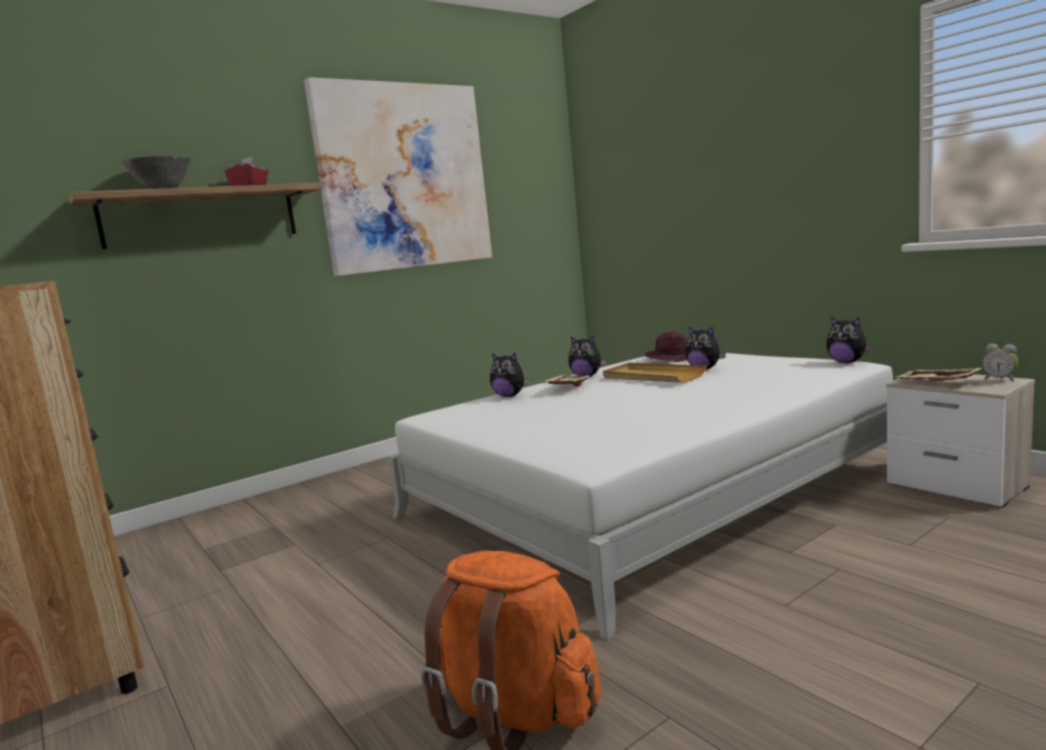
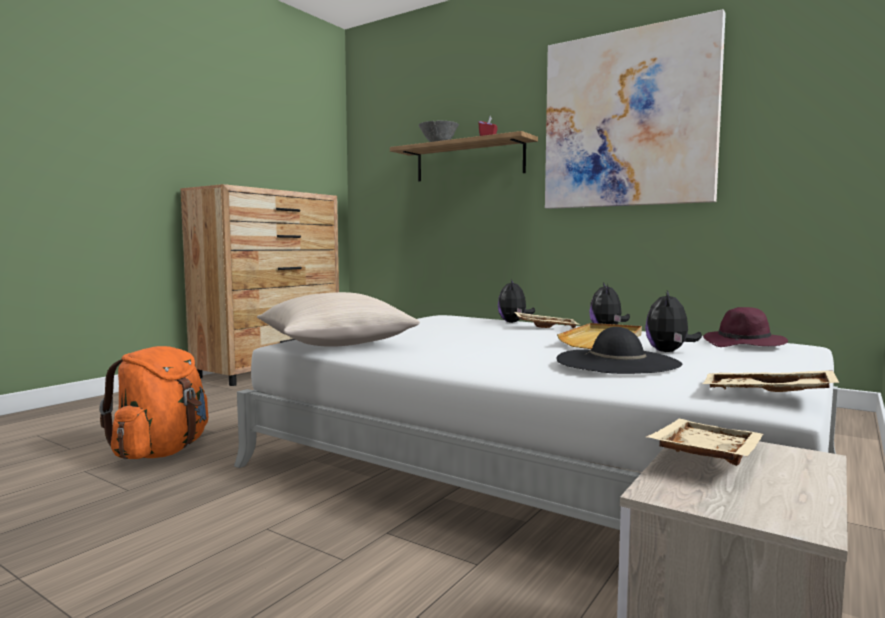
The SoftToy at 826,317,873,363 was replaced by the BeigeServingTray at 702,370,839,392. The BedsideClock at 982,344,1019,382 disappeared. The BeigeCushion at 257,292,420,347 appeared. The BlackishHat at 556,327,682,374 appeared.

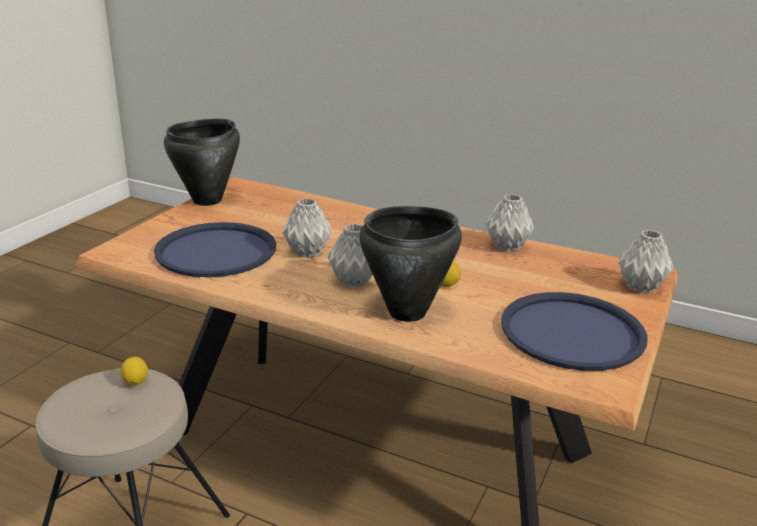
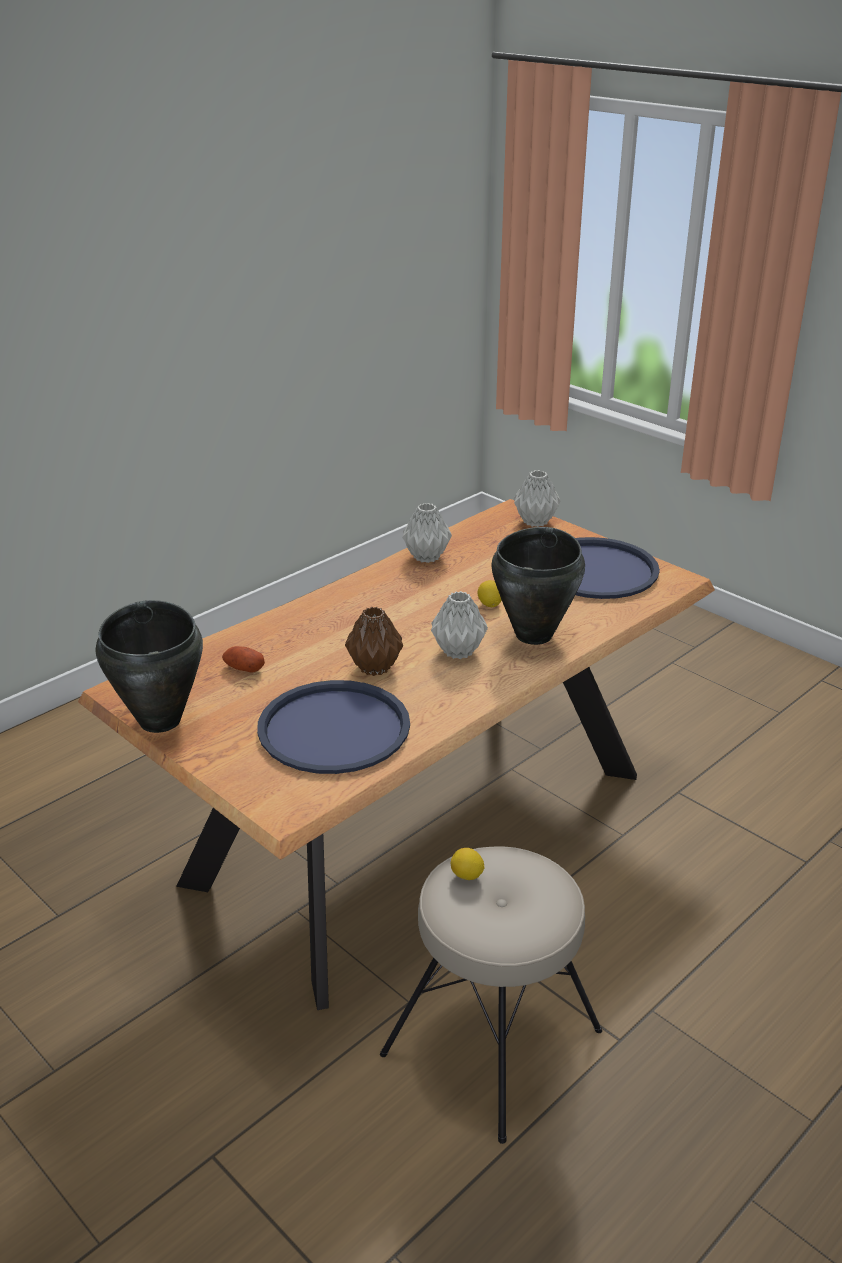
The GreyDecorativeVase at 283,198,332,258 became the BrownishDecorativeVase at 345,607,403,676. The Spud at 222,646,265,673 appeared.

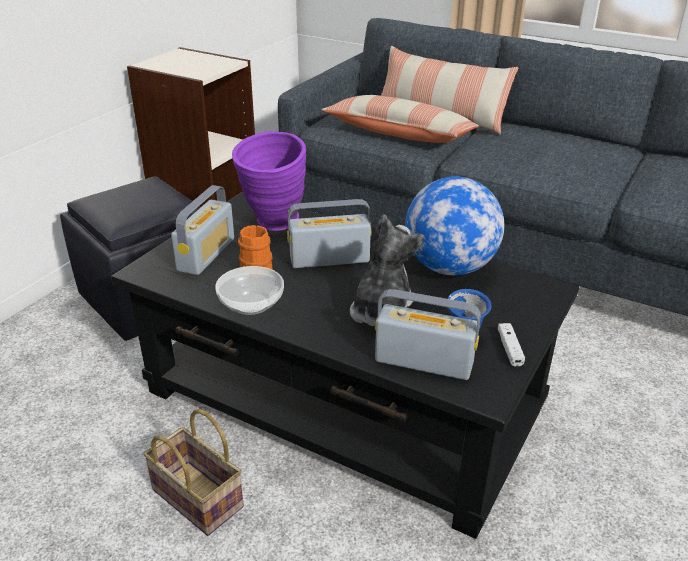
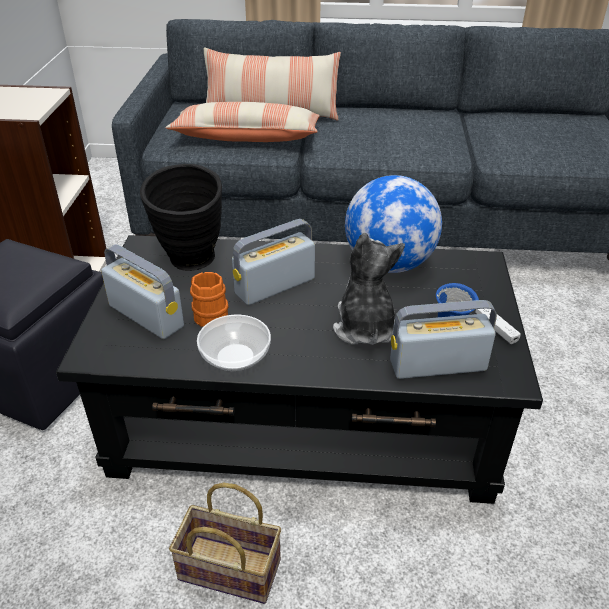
The PurpleDecorativeVase at 232,132,306,231 became the BlackishDecorativeVase at 140,164,222,271. The RadioReceiver at 171,185,234,275 turned 45 degrees counterclockwise.

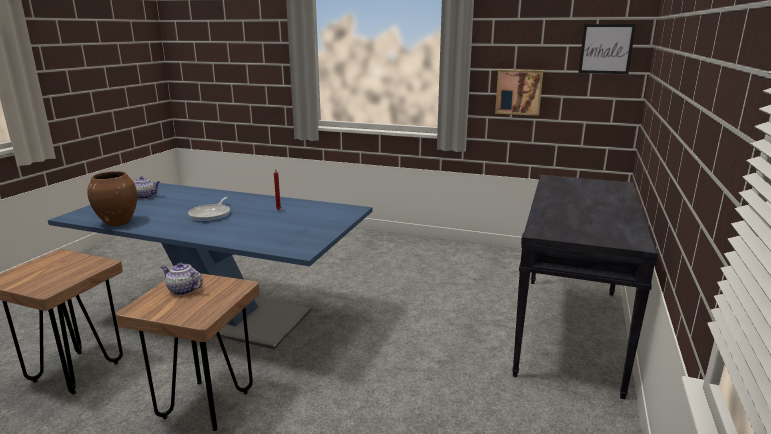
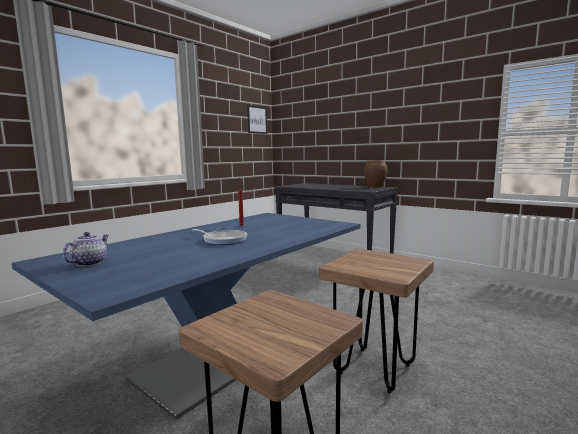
The WallArt at 495,70,543,116 disappeared. The BrownishDecorativeVase moved from 87,171,137,226 to 364,160,388,187. The Teapot at 161,262,203,295 disappeared.

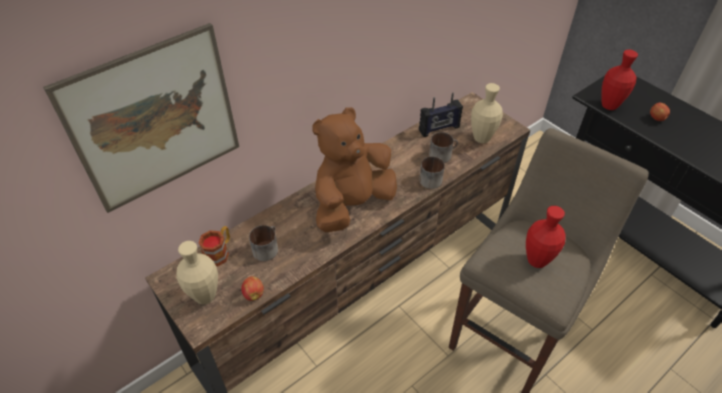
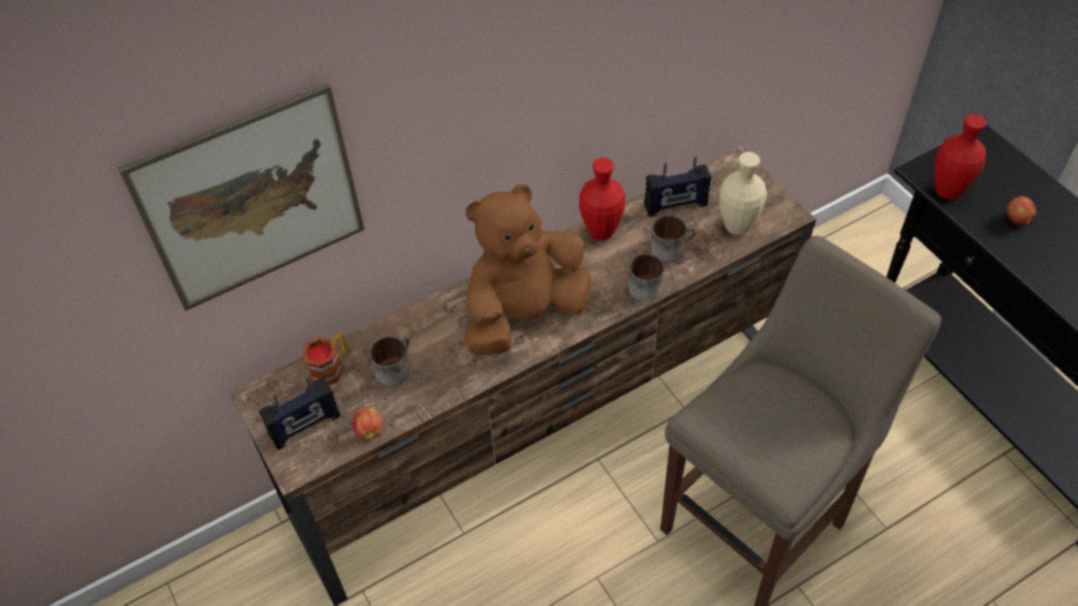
The RedDecorativeVase moved from 526,206,565,268 to 579,158,625,241. The BeigeDecorativeVase at 176,241,218,304 was replaced by the RadioReceiver at 259,377,340,450.

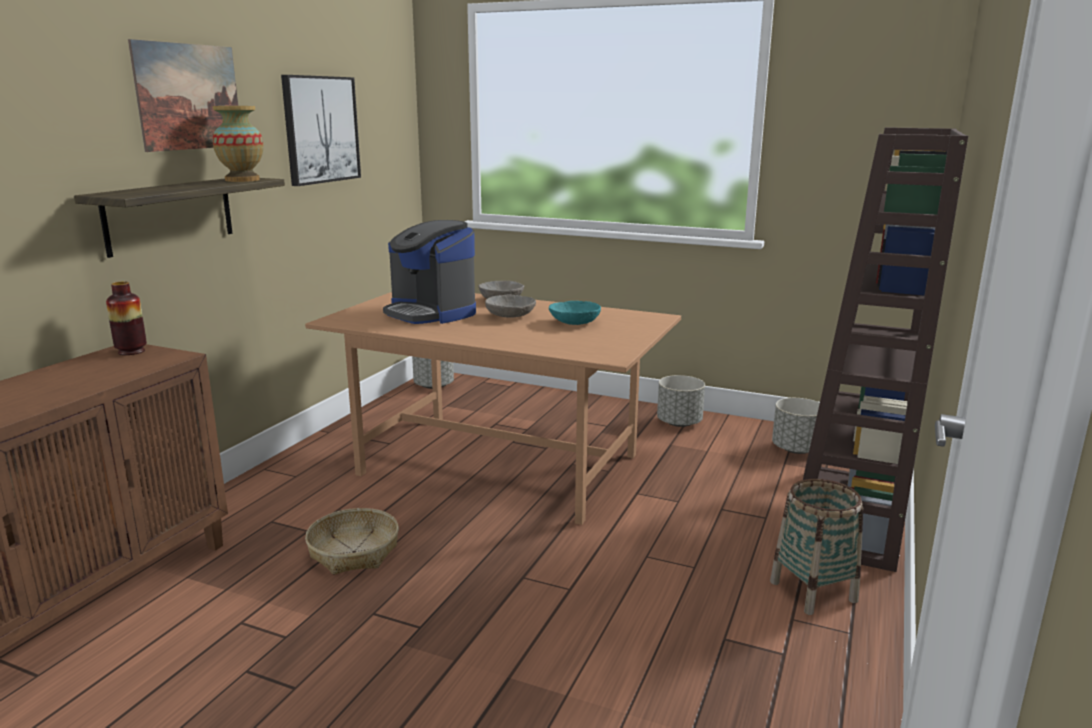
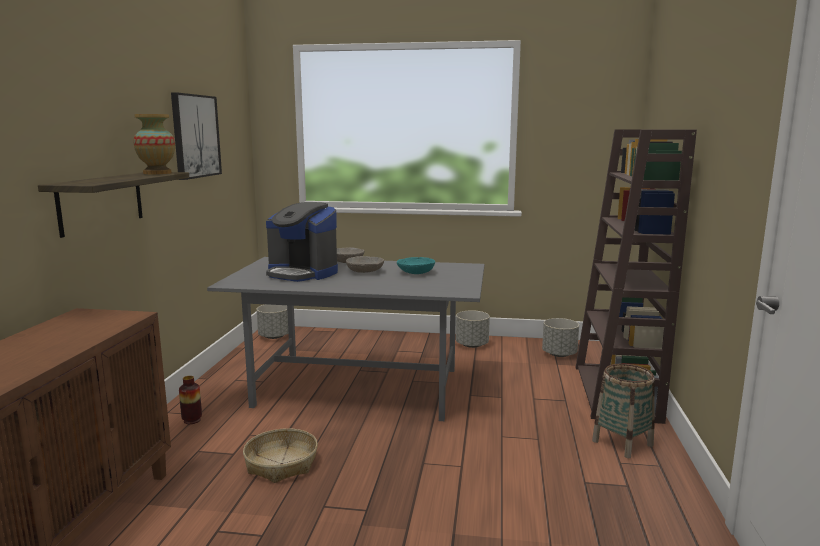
The WallArt at 128,39,238,152 disappeared. The DecorativeVase moved from 106,281,147,355 to 179,376,202,424. The BrownishDinnerTable at 305,292,681,525 became the GreyDinnerTable at 207,257,484,421.

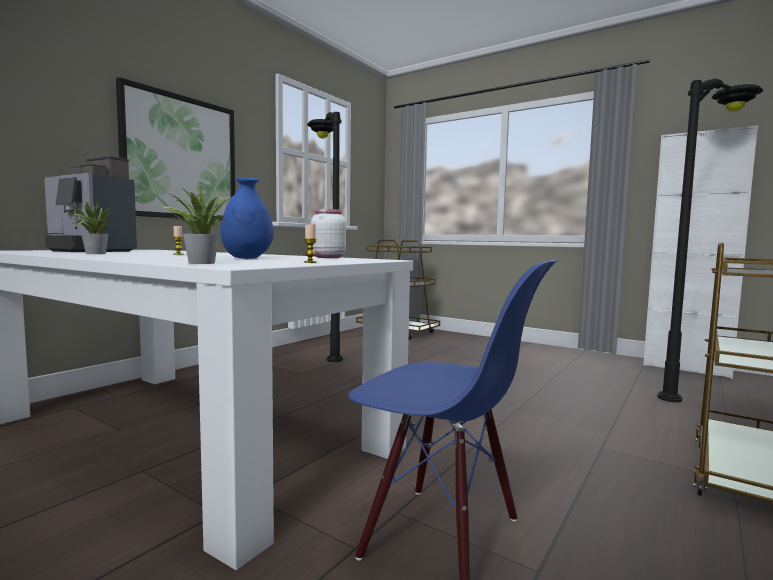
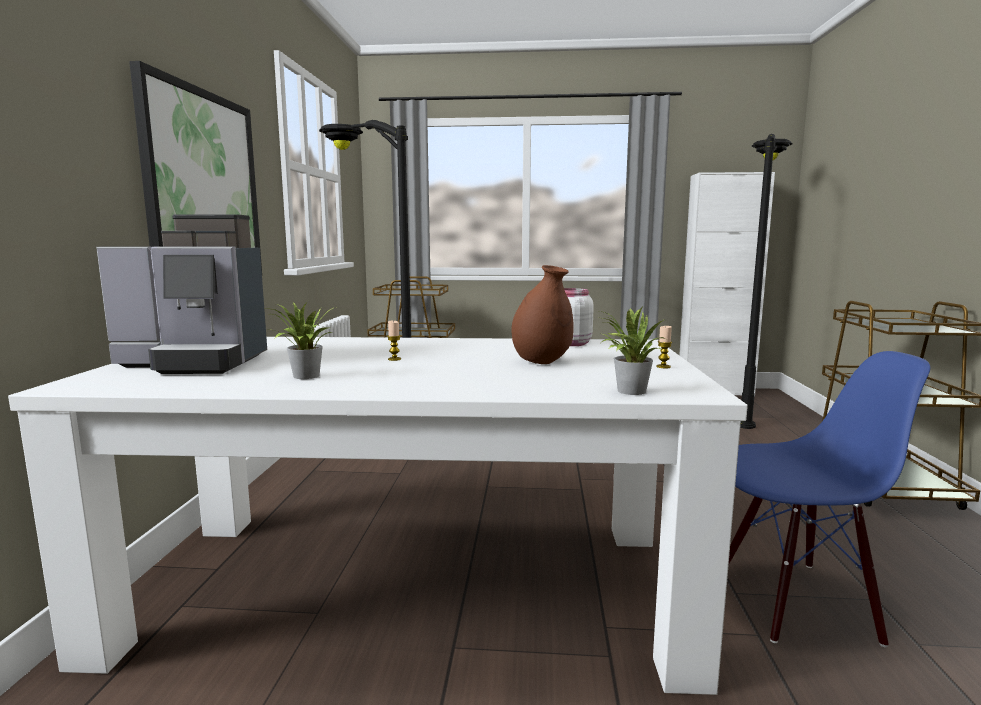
The BlueColouredDecorativeVase at 220,177,274,259 became the BrownishDecorativeVase at 511,265,574,364.

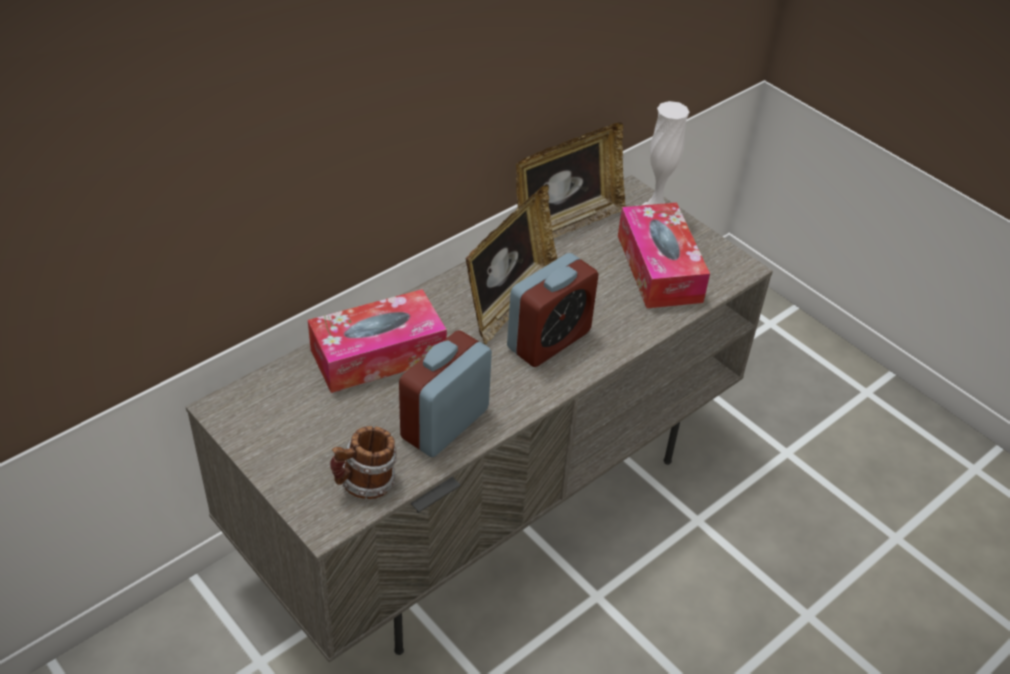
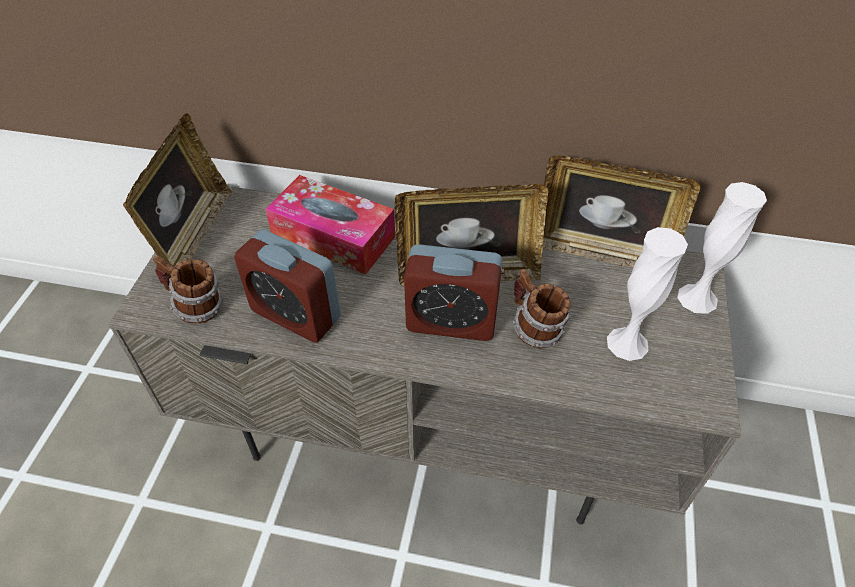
The BoxOfTissues at 618,203,710,308 was replaced by the WhiteDecorativeVase at 607,227,688,361. The BedsideClock at 399,330,492,457 turned 150 degrees counterclockwise. The PictureFrame at 123,113,232,266 appeared. The Mug at 513,269,571,348 appeared.

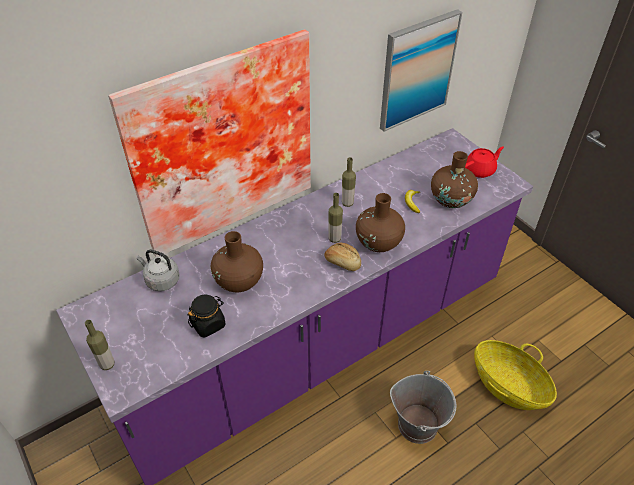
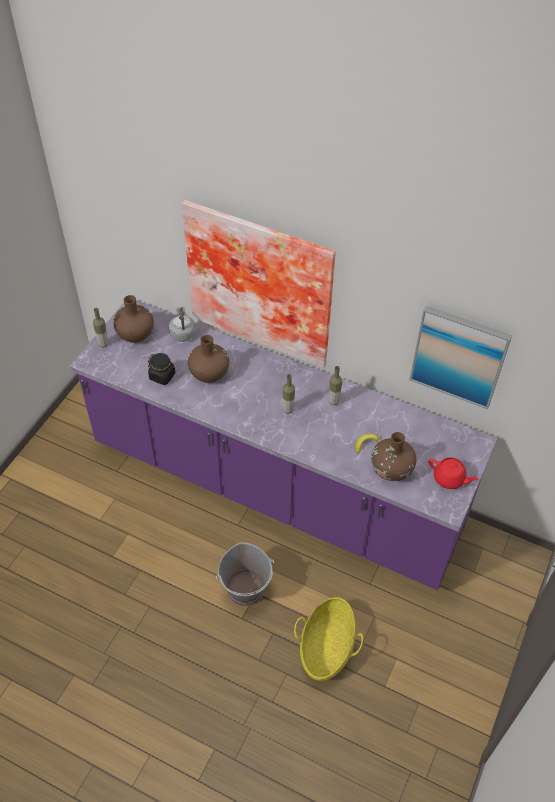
The BrownishDecorativeVase moved from 356,193,405,252 to 113,295,154,343. The BakedBread at 324,243,361,271 disappeared.

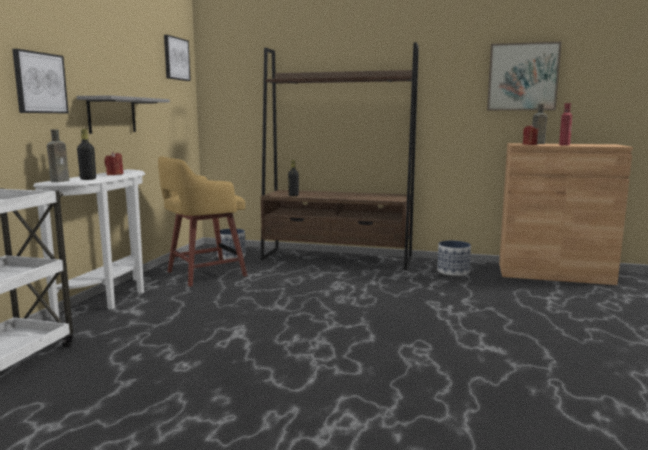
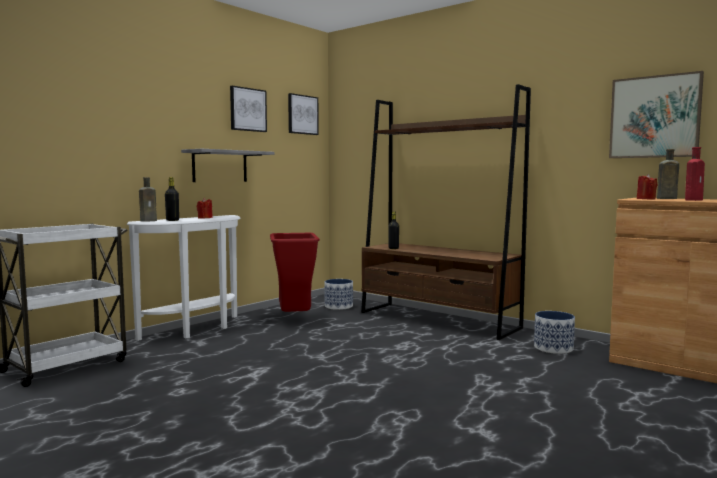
The WallArt moved from 12,49,69,113 to 230,86,267,132. The YellowColouredStoolSeat at 158,156,247,287 was replaced by the RedTrashCan at 270,233,320,312.

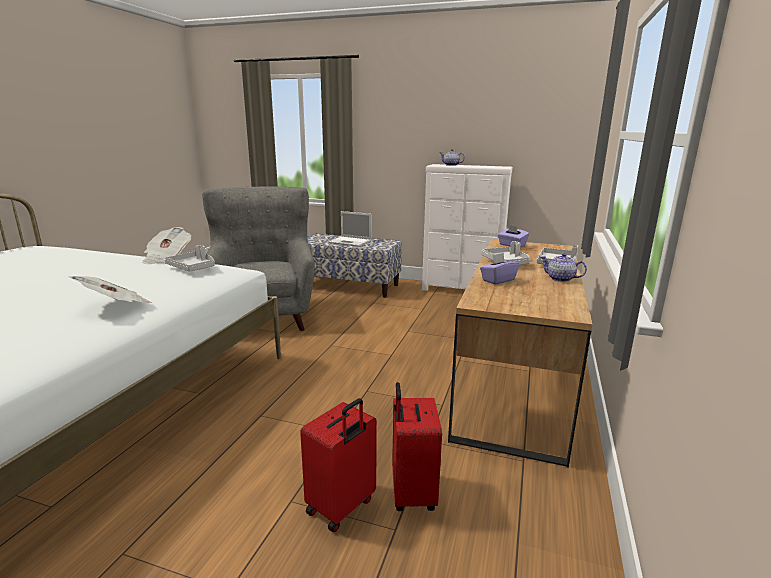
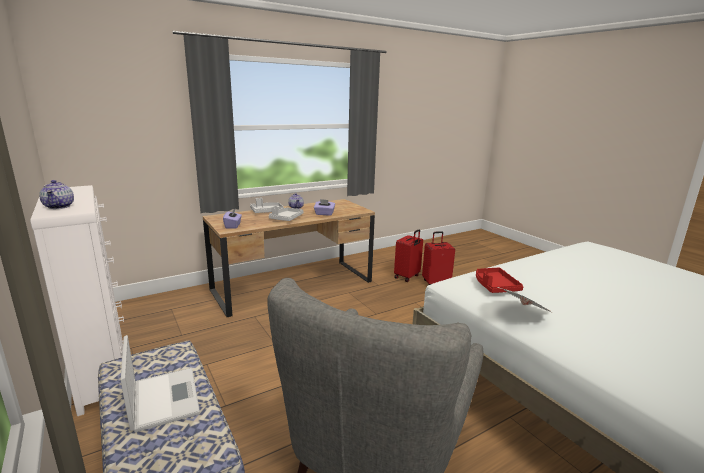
The GreyServingTray at 165,245,215,272 became the RedServingTray at 476,268,523,293. The DailyPaper at 68,276,153,303 disappeared.

